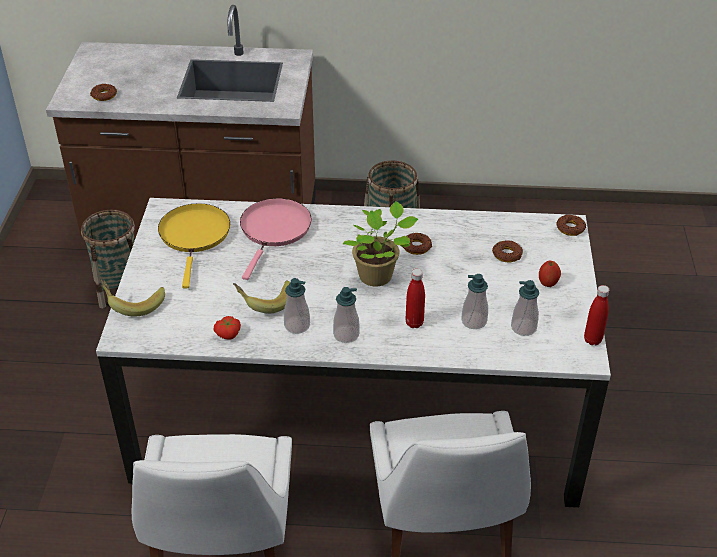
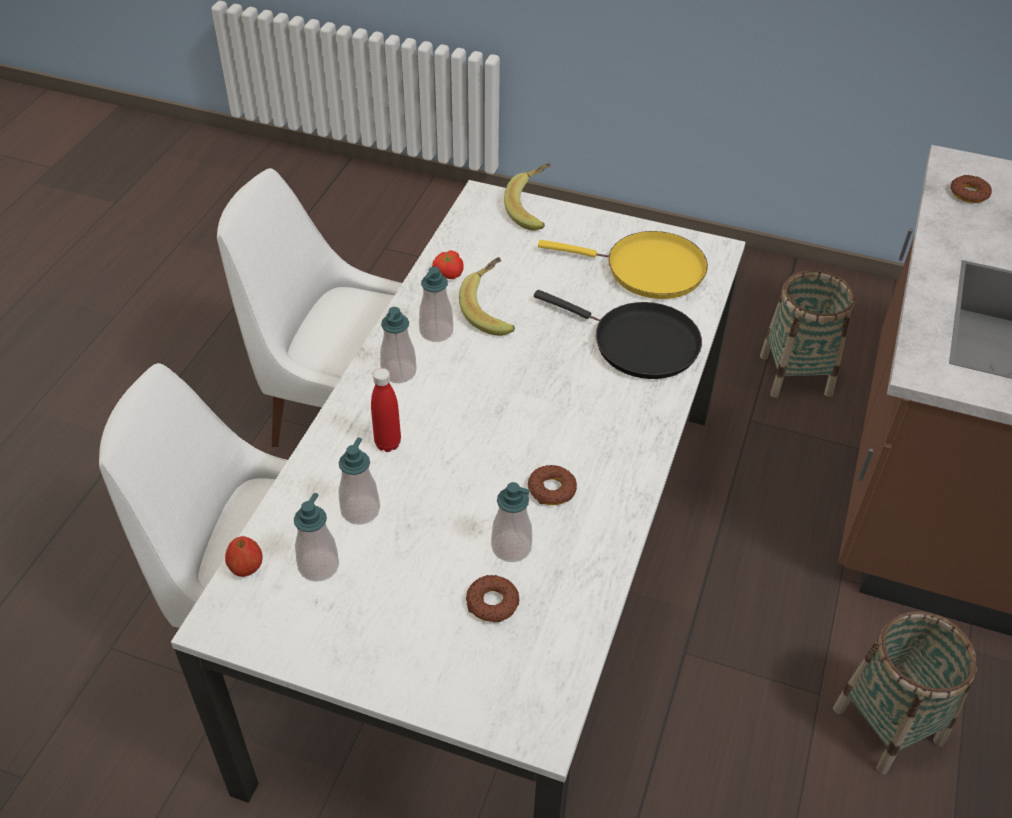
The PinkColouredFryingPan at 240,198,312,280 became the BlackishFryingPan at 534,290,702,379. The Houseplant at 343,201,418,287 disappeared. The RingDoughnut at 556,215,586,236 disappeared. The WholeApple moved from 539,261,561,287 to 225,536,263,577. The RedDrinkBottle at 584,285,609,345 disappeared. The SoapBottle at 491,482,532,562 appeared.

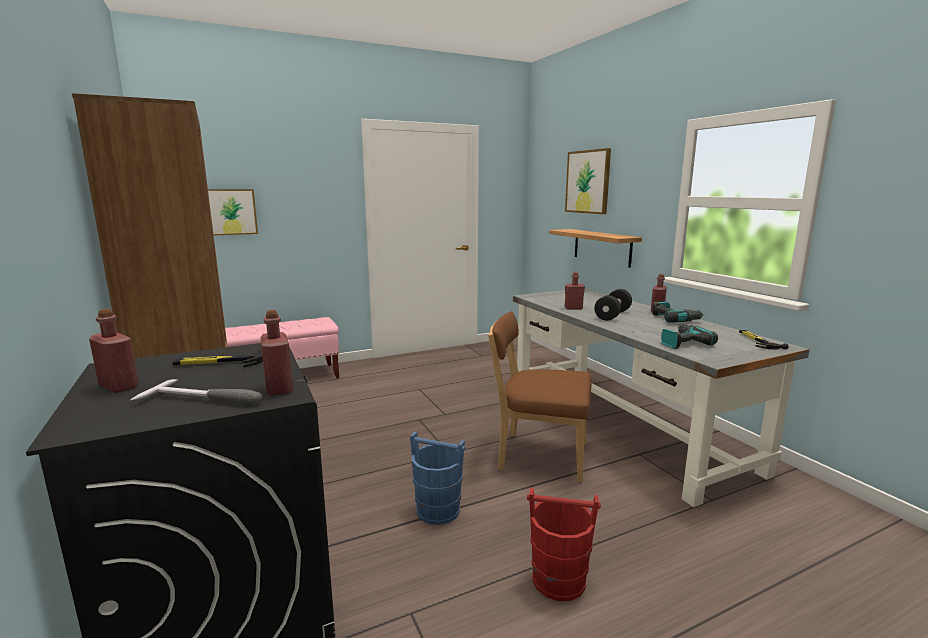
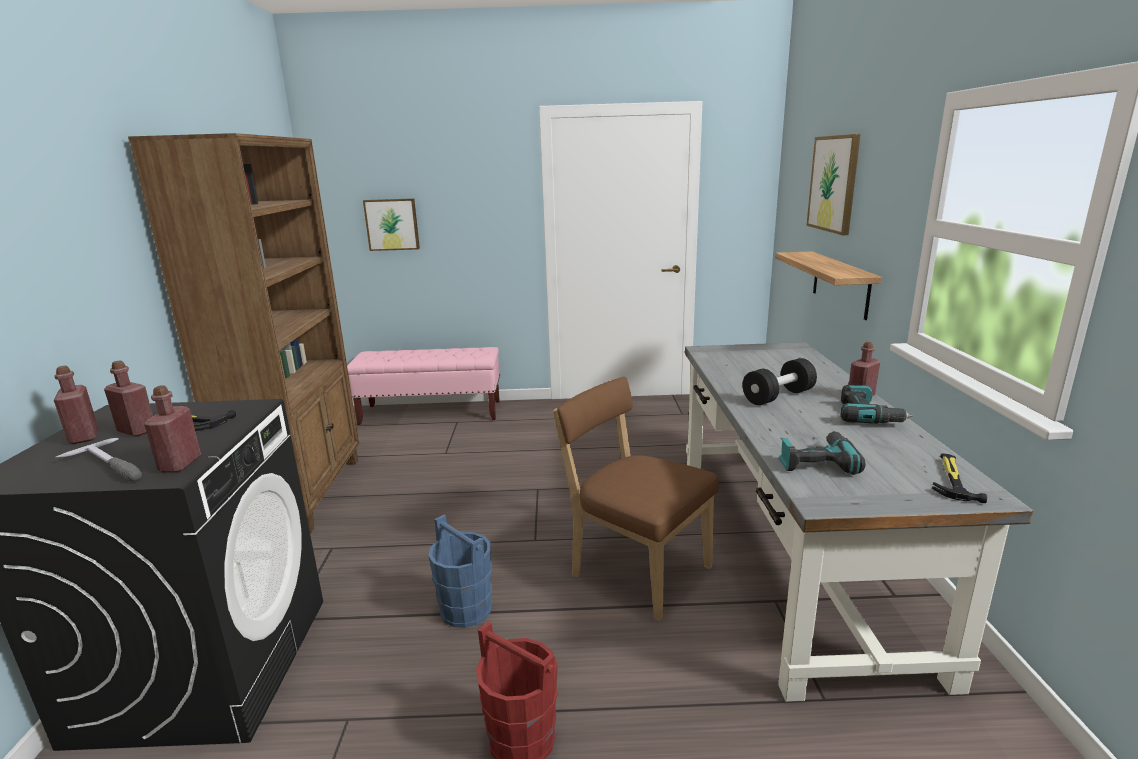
The RedDrinkBottle moved from 565,272,585,310 to 104,361,153,437.

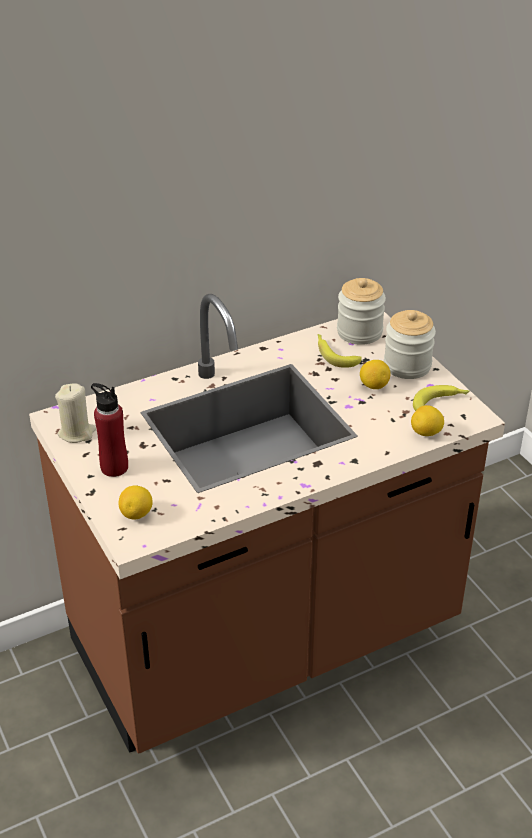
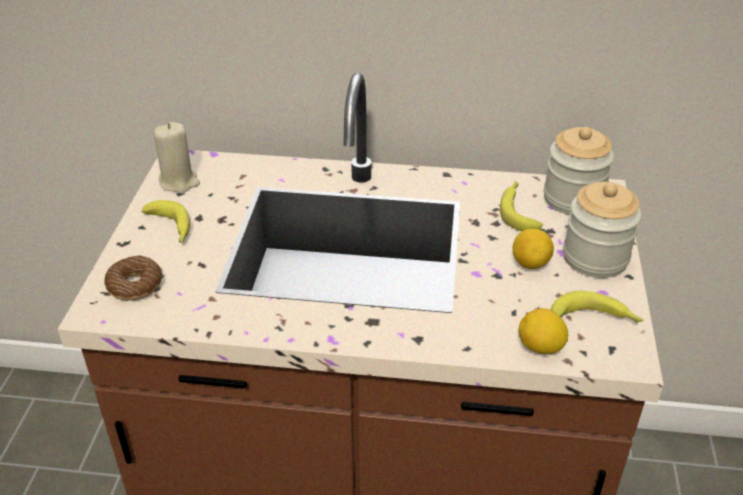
The RedDrinkBottle at 91,383,128,477 was replaced by the WholeBanana at 141,200,190,243. The Lemon at 118,486,153,519 was replaced by the RingDoughnut at 104,255,162,301.

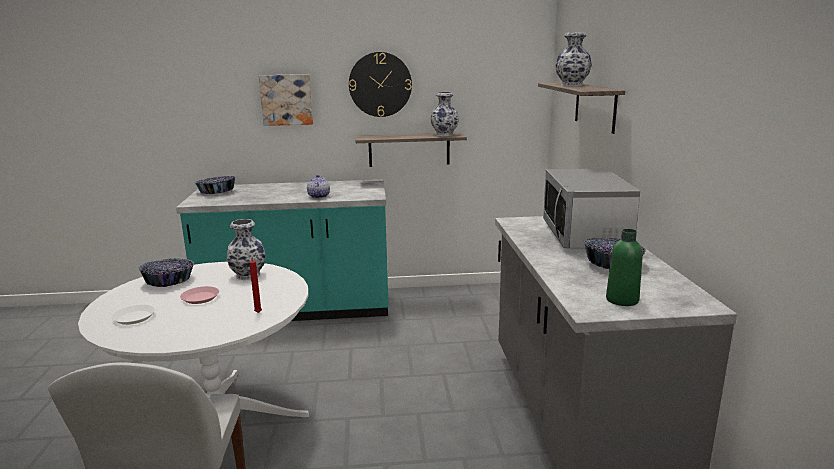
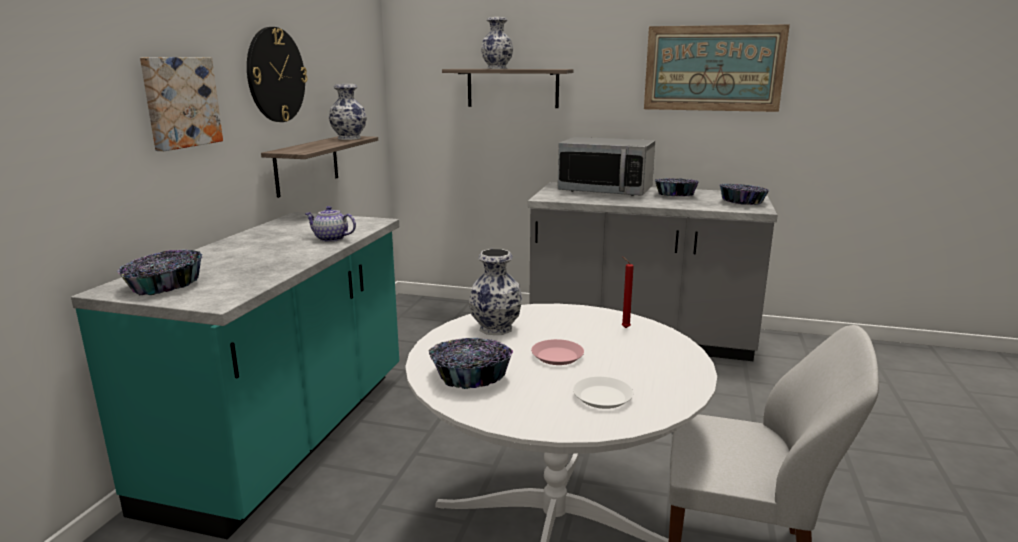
The GreenDrinkBottle at 606,229,643,306 was replaced by the ServingBowl at 720,184,770,205. The WallArt at 644,24,790,112 appeared.

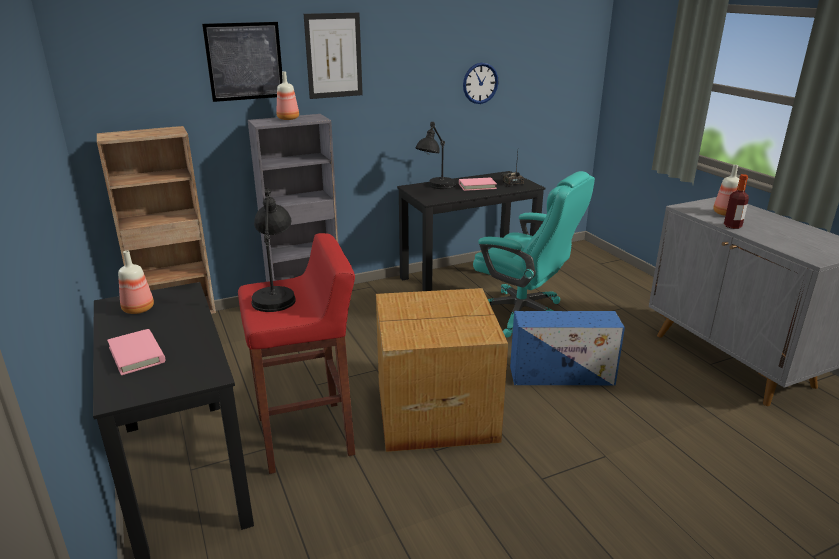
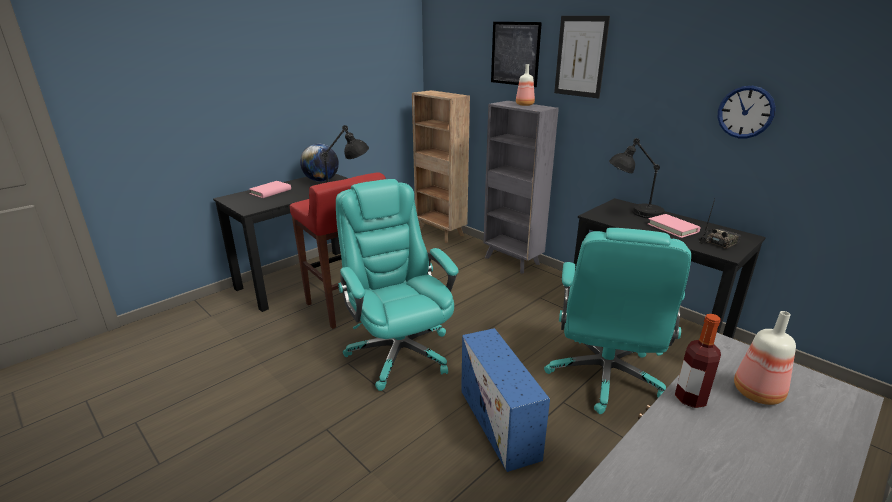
The DrinkBottle at 118,251,154,314 was replaced by the Globe at 300,144,339,182. The PackingBox at 376,288,508,452 was replaced by the BlueGreenComputerChair at 336,179,459,391.

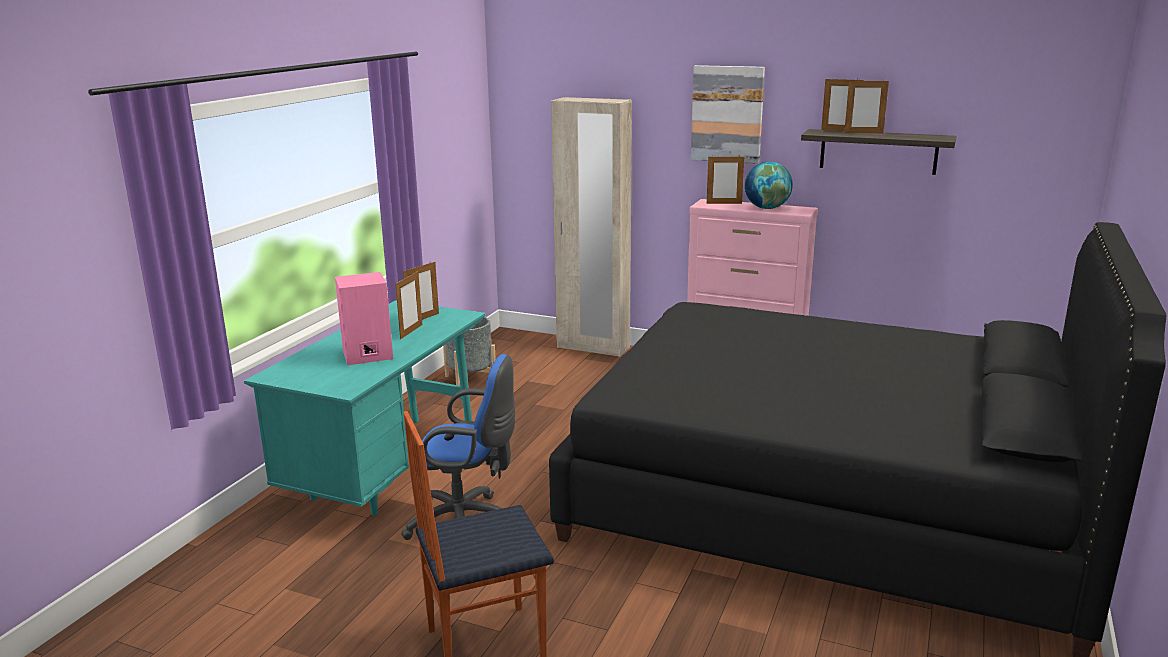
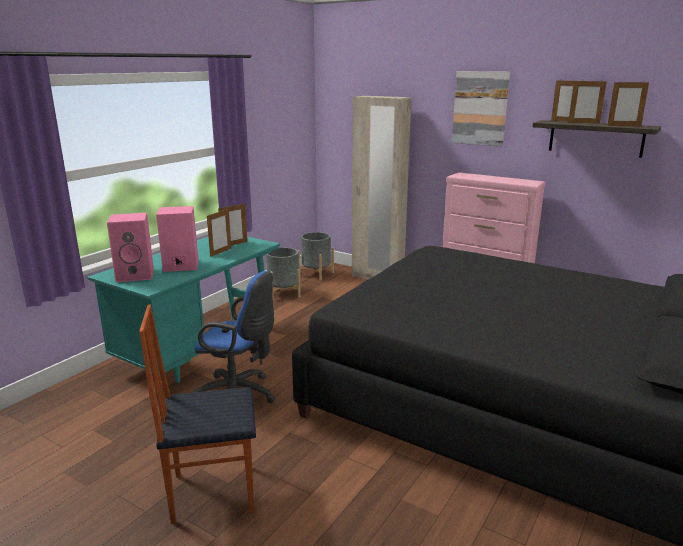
The PictureFrame moved from 707,155,744,204 to 607,81,649,127. The Globe at 745,161,793,209 disappeared. The PinkColouredLoudspeaker at 107,213,154,282 appeared. The GreyPlantPot at 298,232,334,281 appeared.

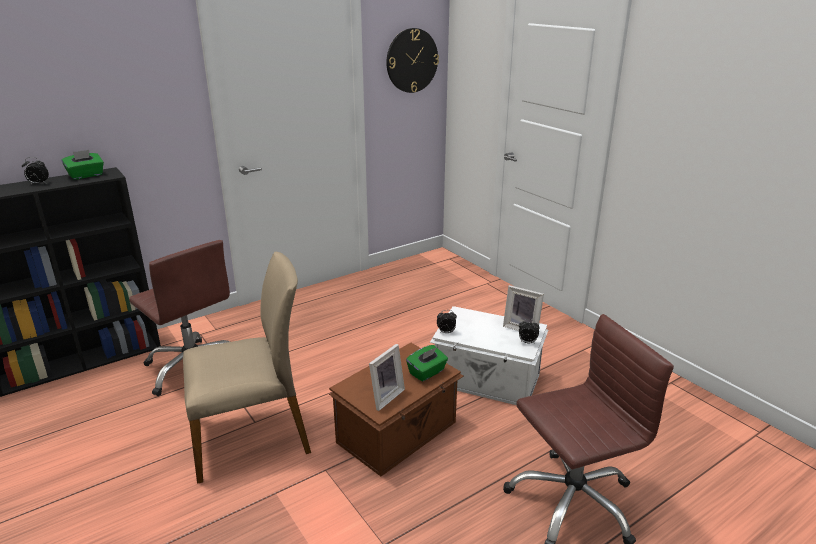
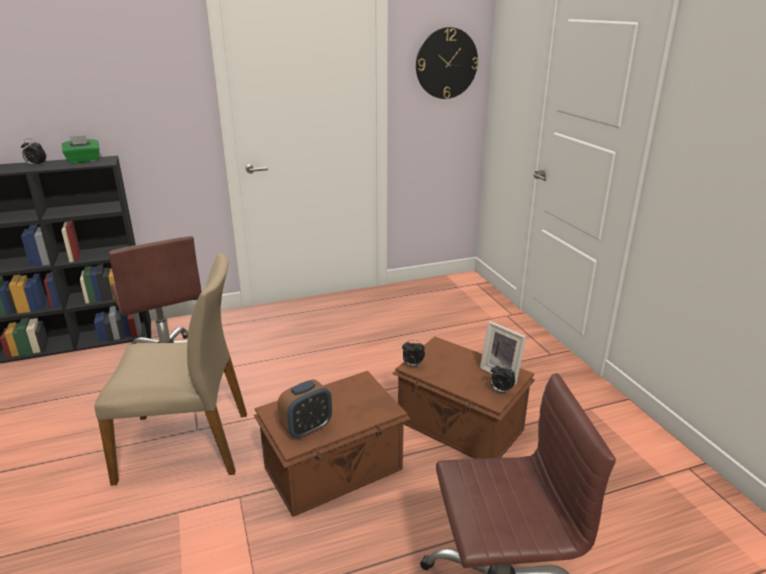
The WhiteStorageBin at 430,306,548,405 became the BrownishStorageBin at 392,336,535,459. The PictureFrame at 369,344,405,411 was replaced by the BedsideClock at 278,379,332,439. The GreenBoxOfTissues at 406,345,448,381 disappeared.

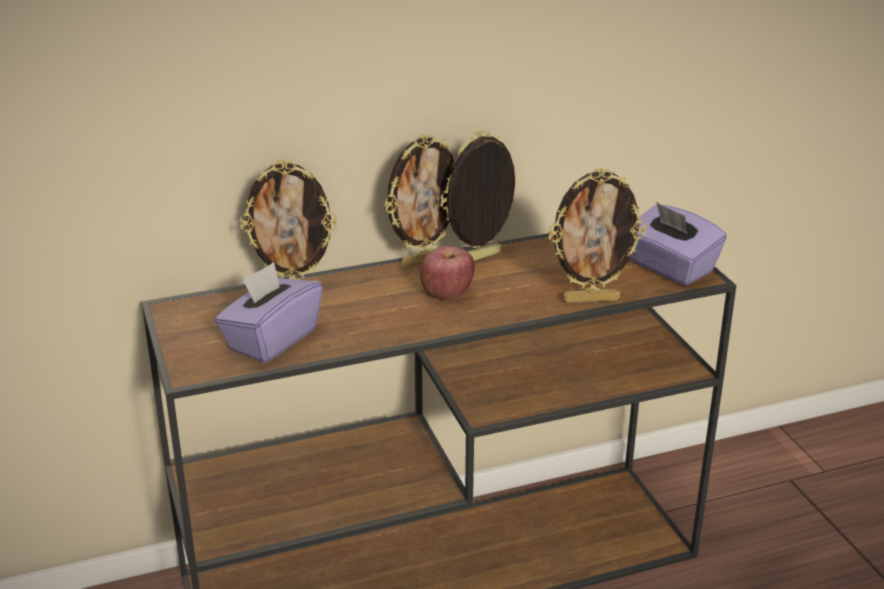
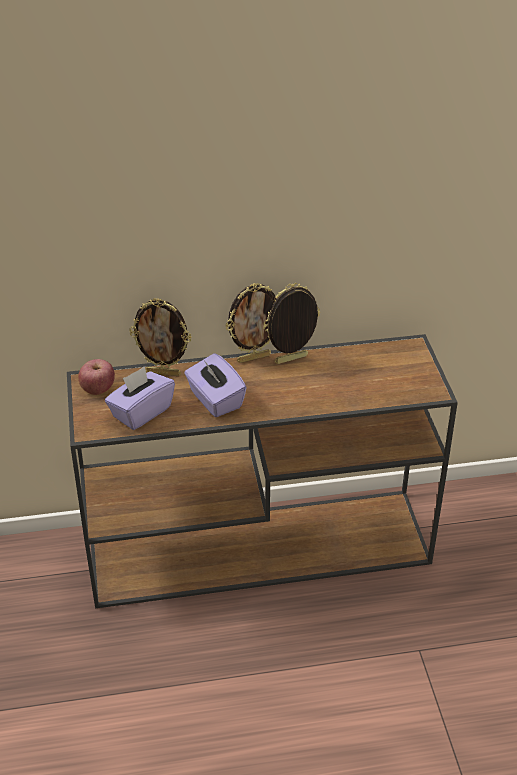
The PictureFrame at 548,168,646,303 disappeared. The PurpleBoxOfTissues moved from 630,202,727,286 to 184,353,247,417. The WholeApple moved from 420,246,475,300 to 78,359,115,395.

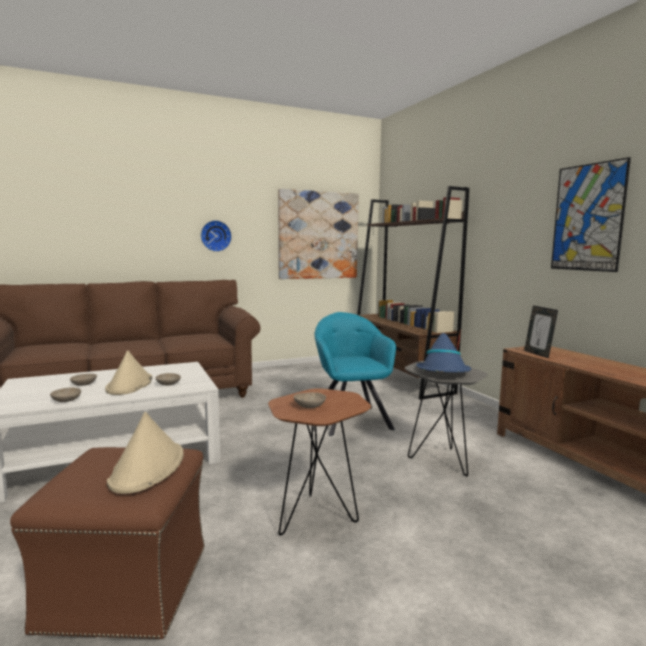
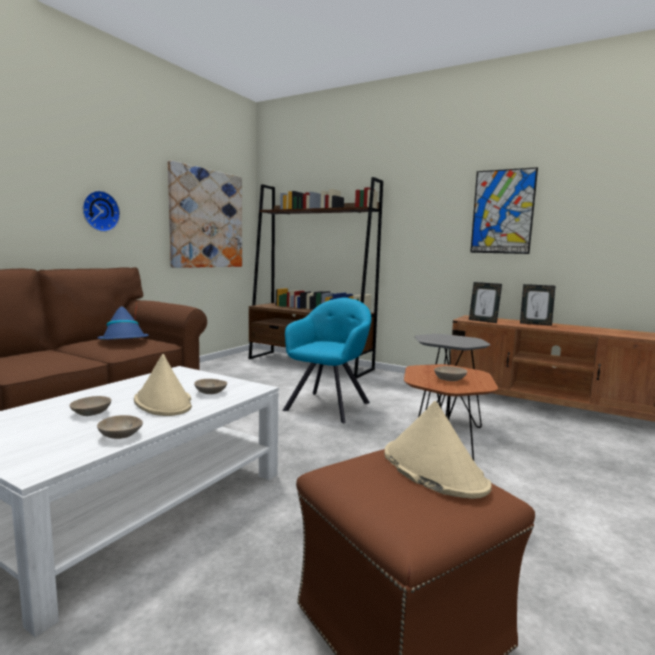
The BlueGreenArmchair at 315,312,396,436 turned 75 degrees clockwise. The BlueColouredHat moved from 416,329,471,372 to 97,302,149,340. The PictureFrame at 520,284,555,326 appeared.

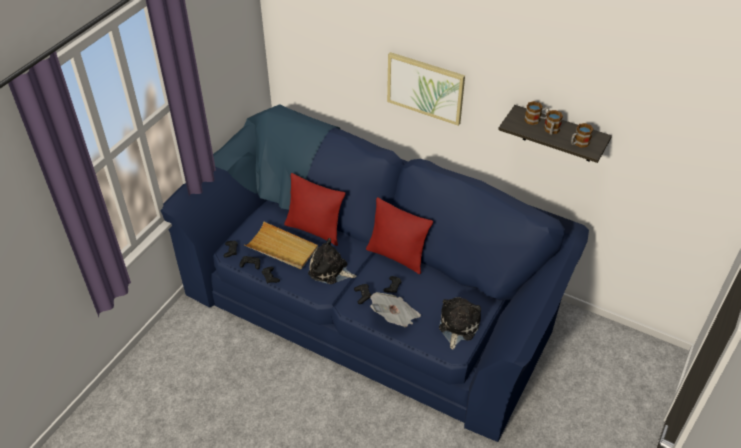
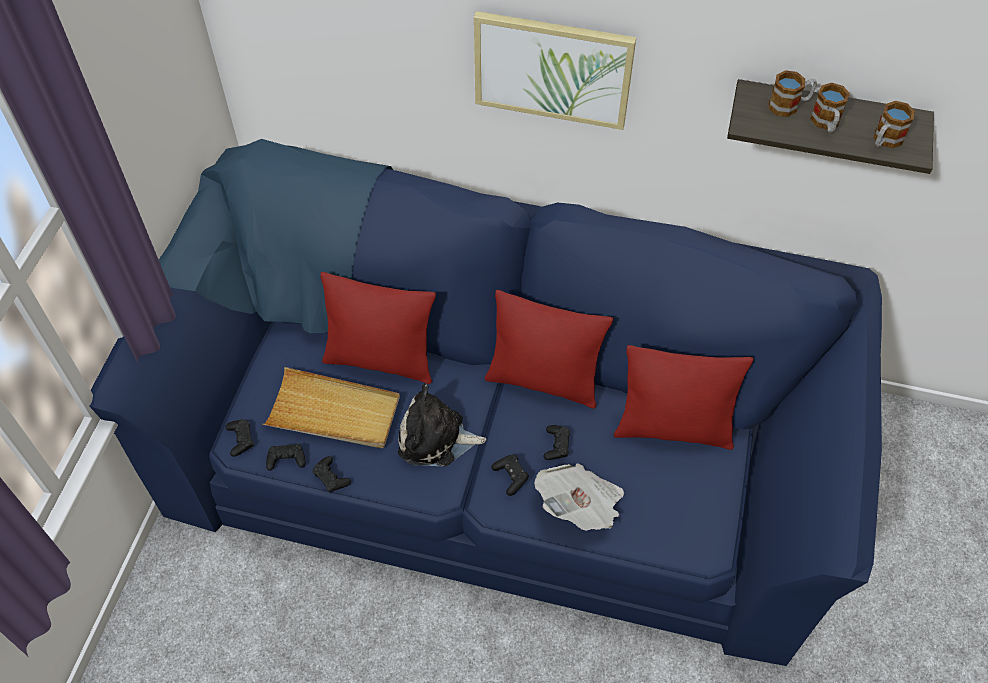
The SoftToy at 439,297,481,350 disappeared. The RedCushion at 614,345,753,450 appeared.

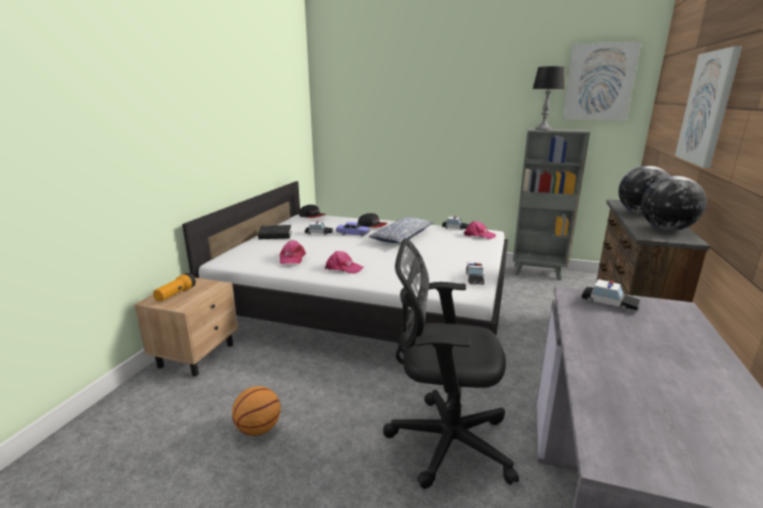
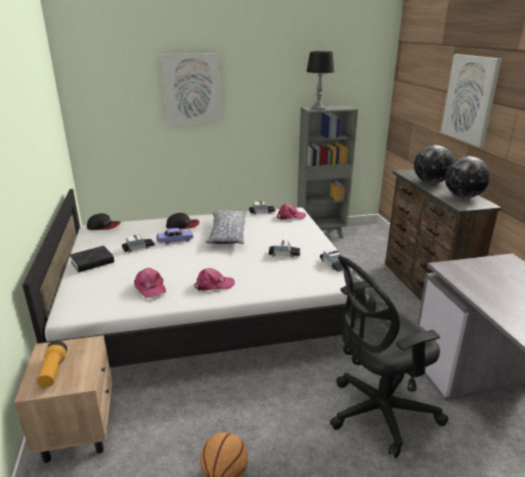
The WallArt moved from 562,42,641,121 to 161,53,221,125. The ModelCar moved from 582,279,641,312 to 269,240,300,257.

